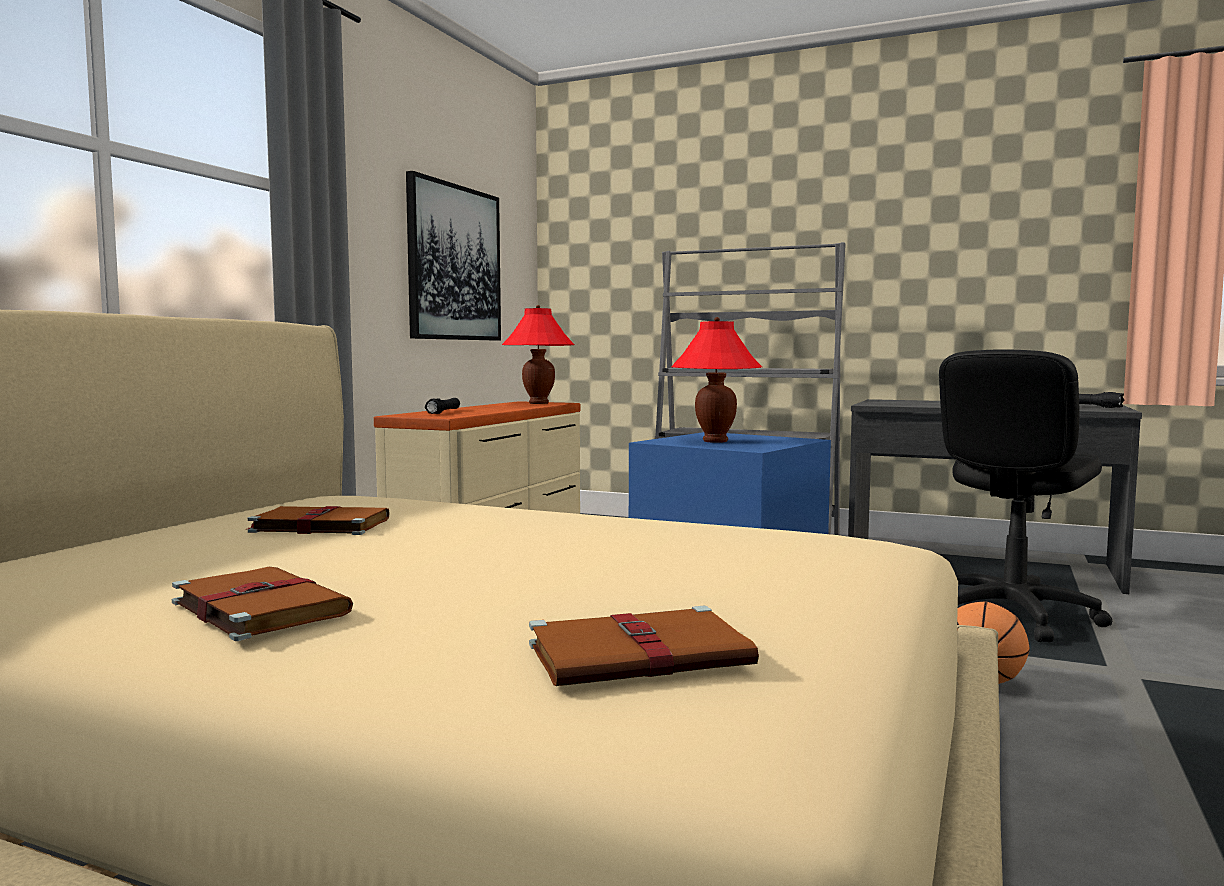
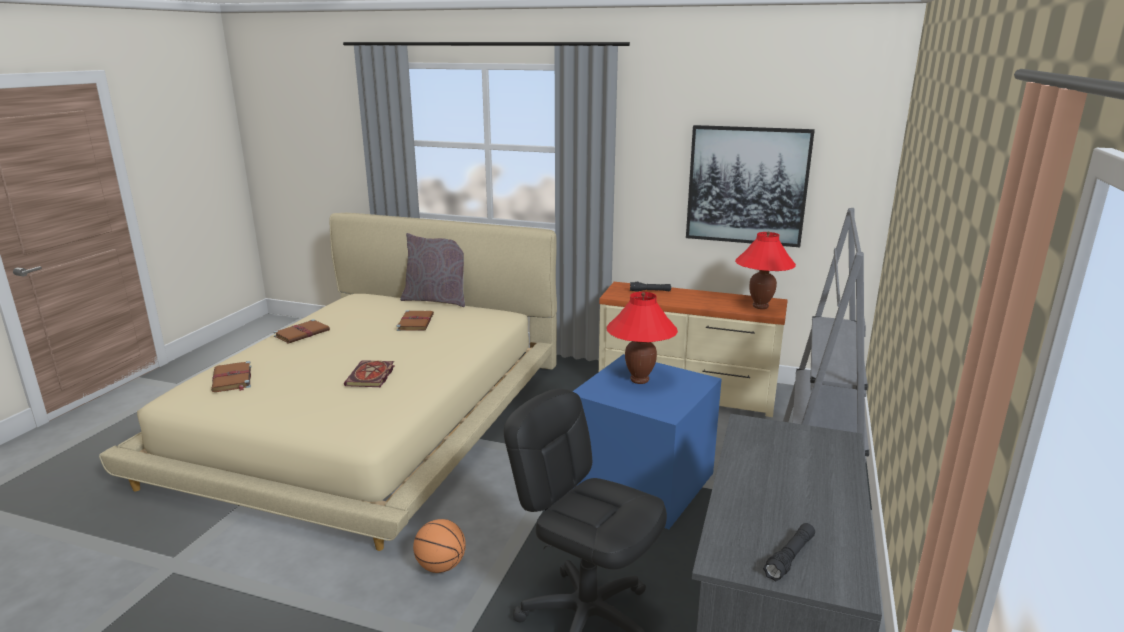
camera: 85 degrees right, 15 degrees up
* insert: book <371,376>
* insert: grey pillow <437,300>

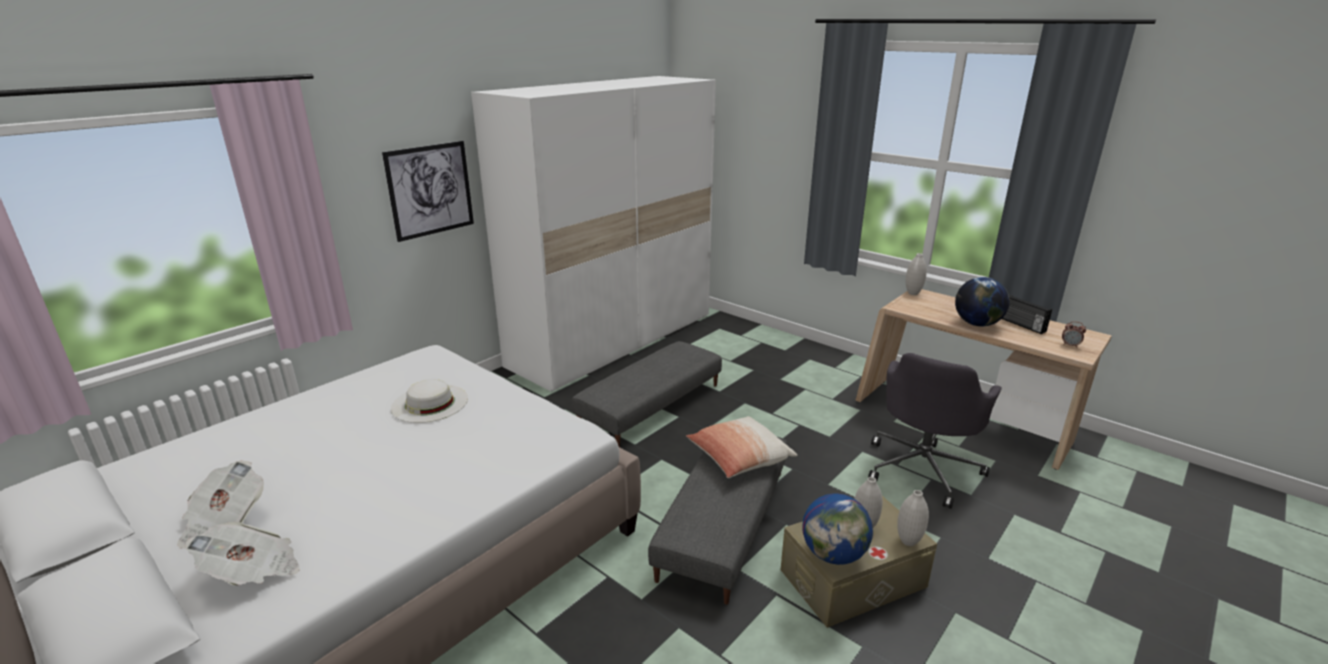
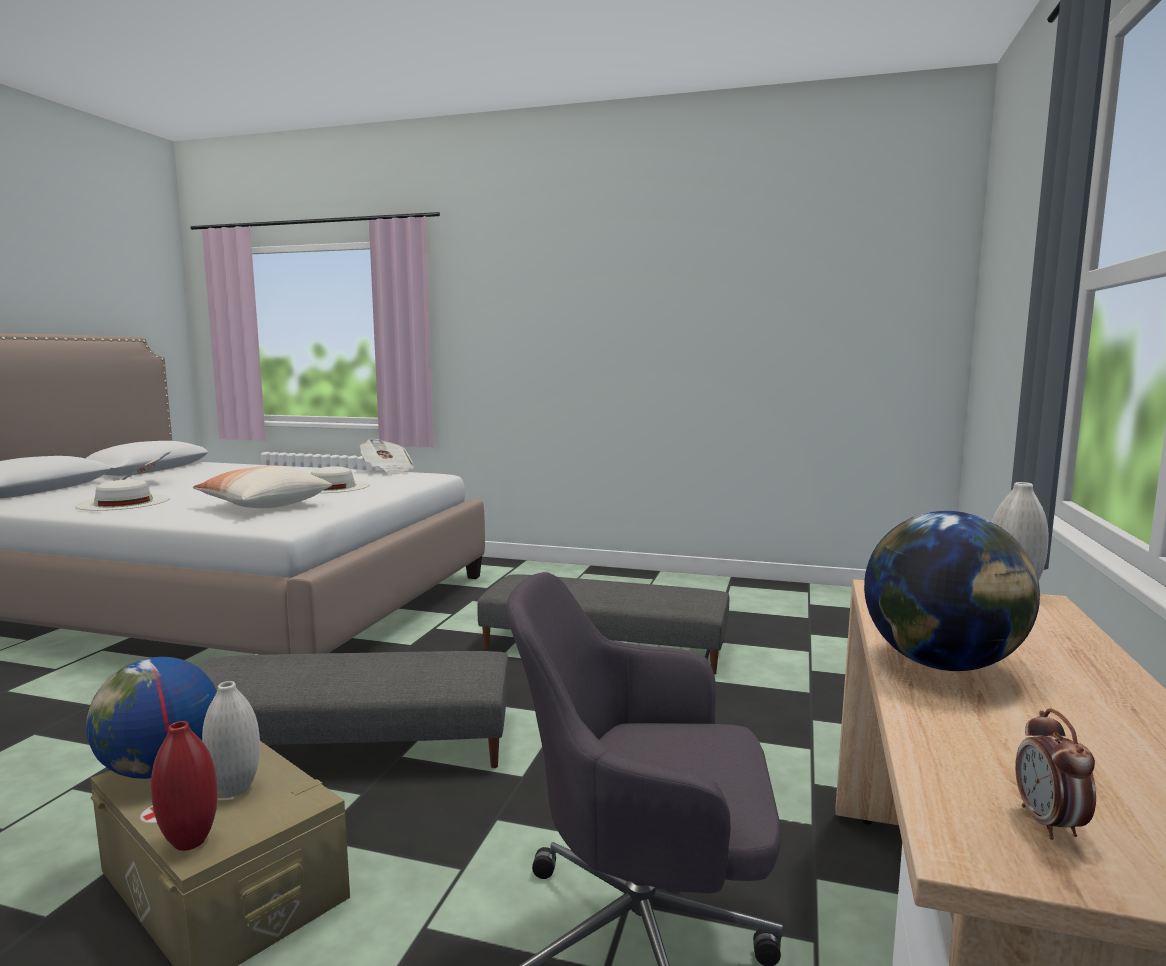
camera: 65 degrees right, 15 degrees down
* insert: white hat <123,502>
* recolor: white vase <908,541> to red vase <190,842>
* move: pillow <739,458> to <264,504>
* move: newspaper <253,572> to <387,471>
* delete: picture <430,190>
* delete: white wardrobe <614,340>
* delete: radio <1022,325>

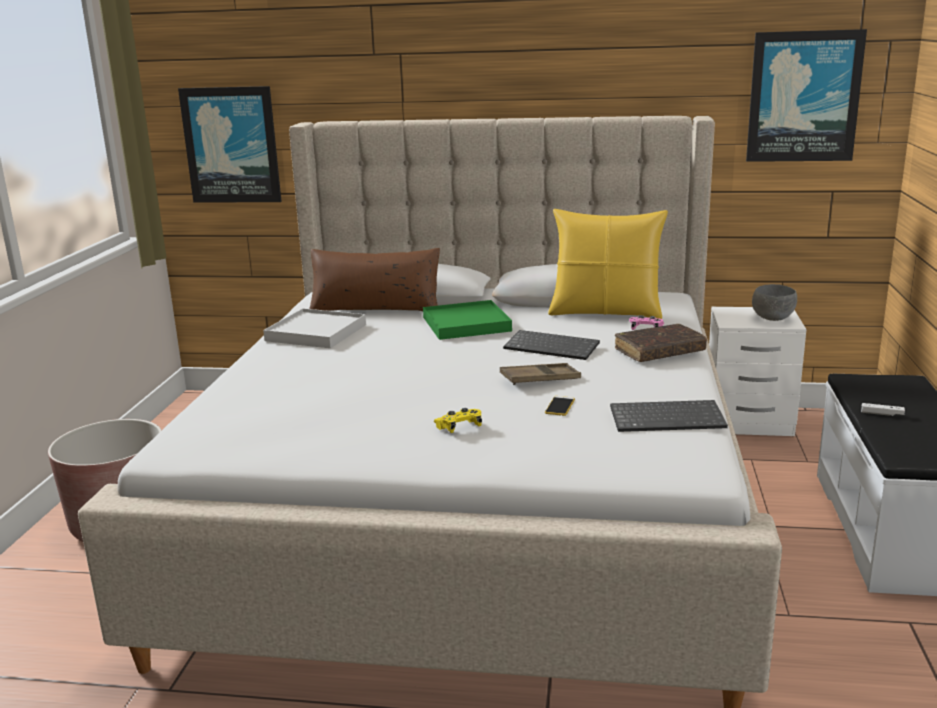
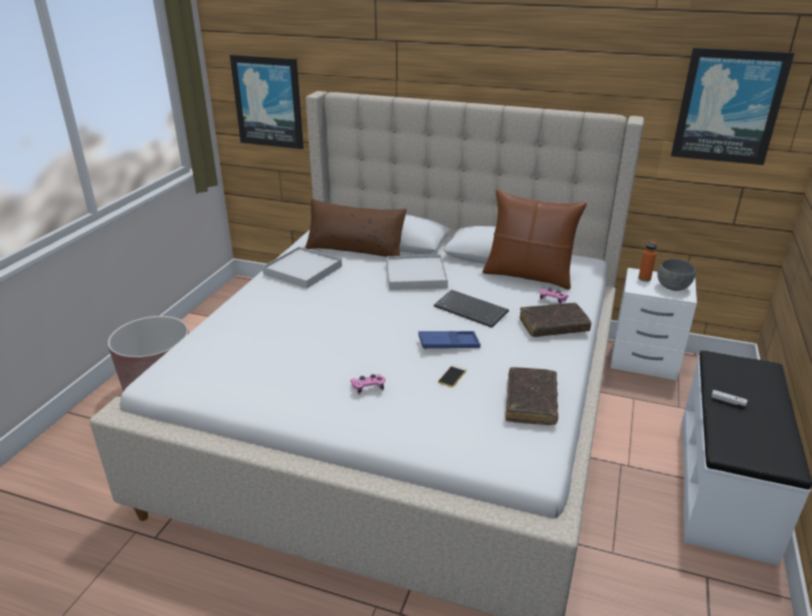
camera: 10 degrees right, 10 degrees up
* recolor: yellow game controller <459,428> to pink game controller <368,388>
* recolor: green tray <466,324> to white tray <416,275>
* recolor: brown tray <540,379> to blue tray <448,344>
* recolor: yellow pillow <605,312> to brown pillow <528,276>
* replace: keyboard <668,418> to brown book <531,402>
* insert: orange bottle <644,279>

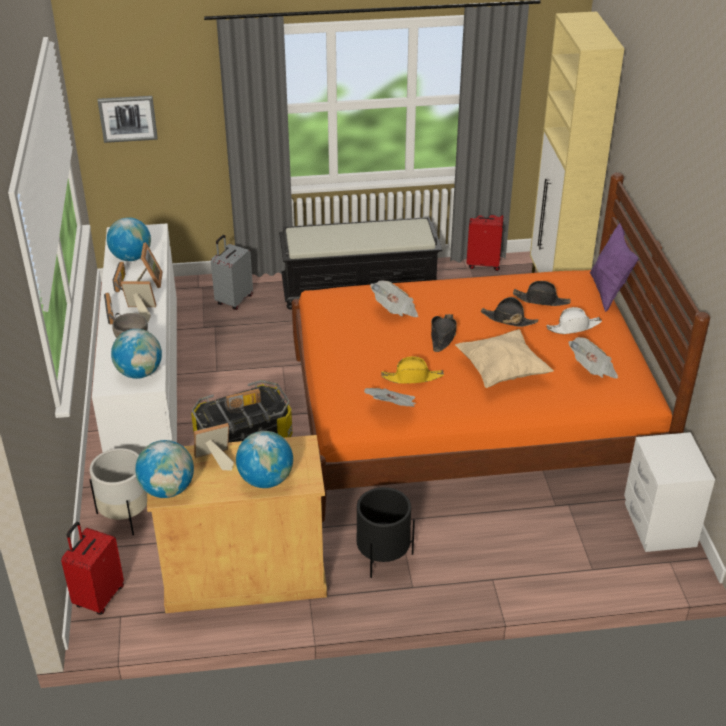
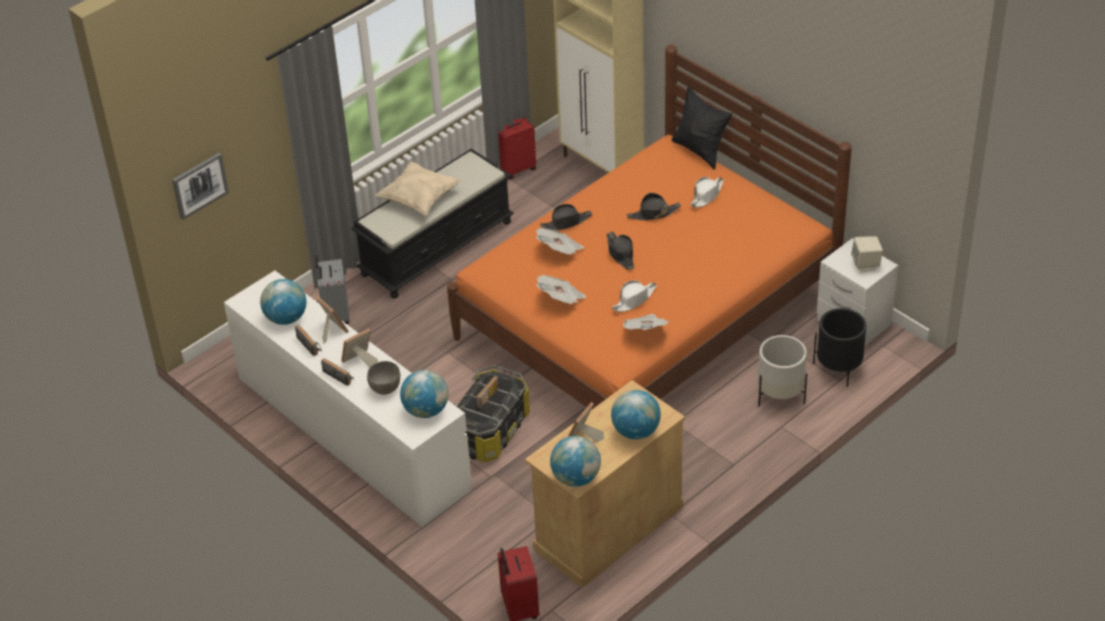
camera: 35 degrees left, 5 degrees up
* move: beige pillow <502,371> to <419,199>
* move: newspaper <592,370> to <561,299>
* move: black hat <541,300> to <566,222>
* recolor: yellow hat <412,377> to white hat <634,299>
* recolor: purple pillow <608,292> to black pillow <700,151>
* move: white planter <125,515> to <780,395>
* move: black planter <383,556> to <839,368>
* insert: beige speaker <866,265>

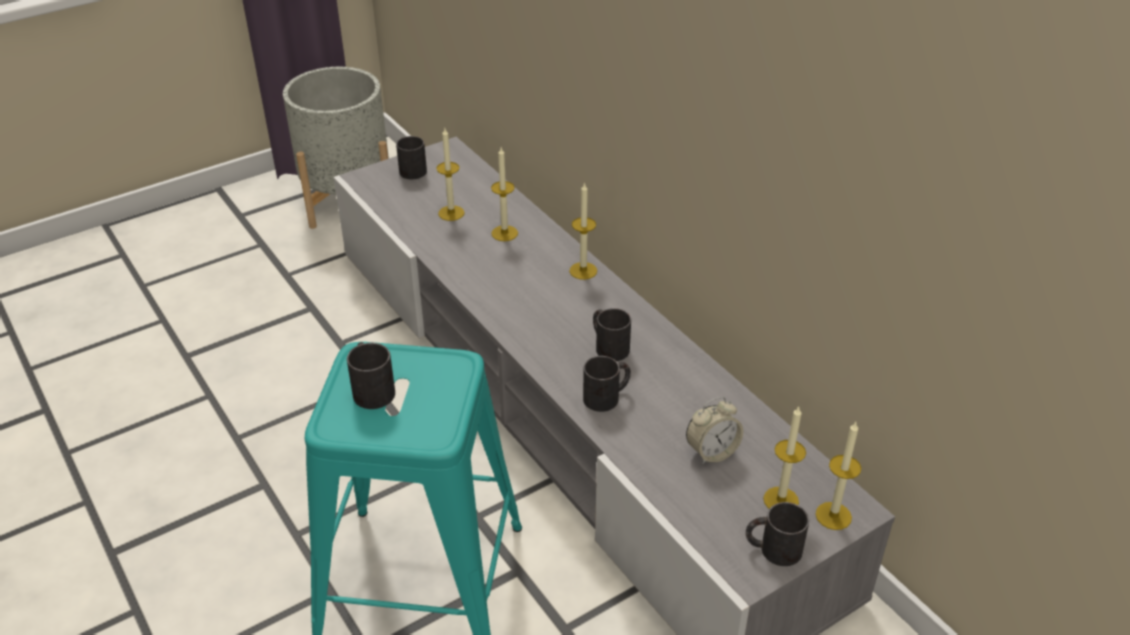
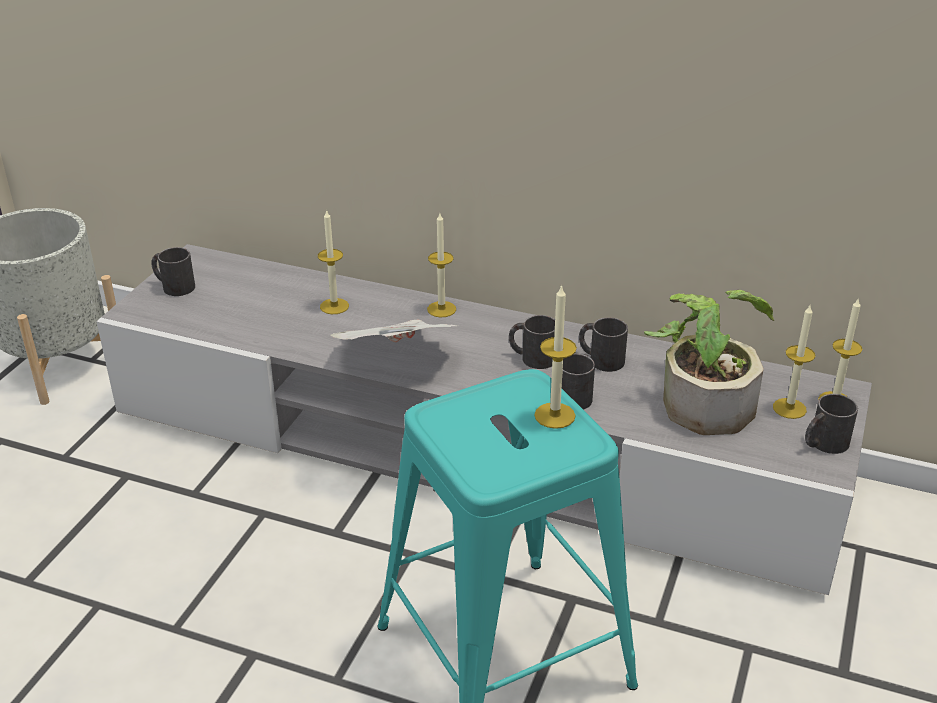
camera: 35 degrees left, 5 degrees down
* insert: newspaper <397,358>
* move: candle <451,213> to <554,415>
* move: black mug <371,388> to <600,359>
* replace: alarm clock <712,452> to potted plant <703,398>

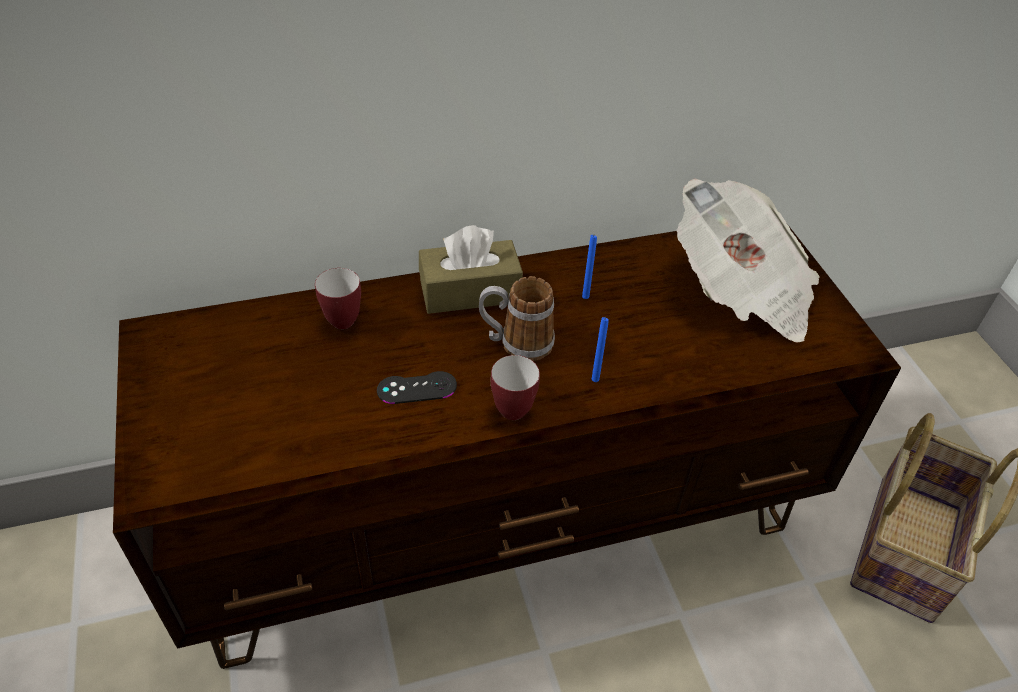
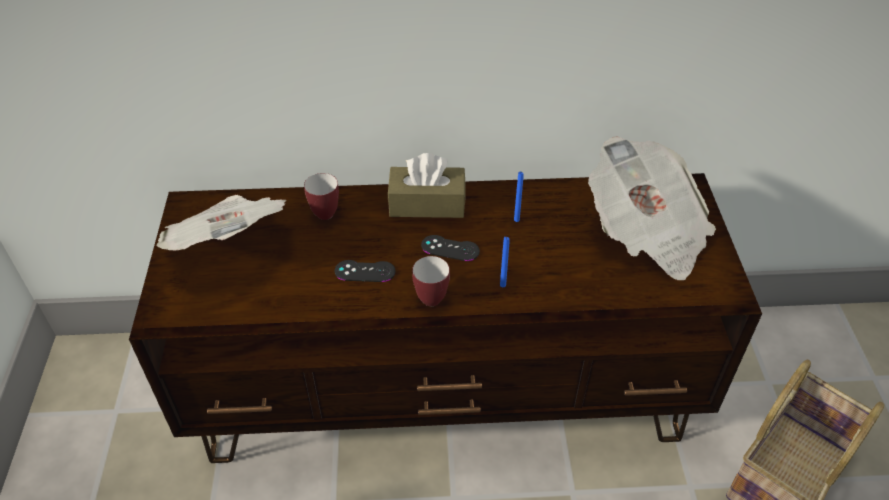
camera: 15 degrees right, 0 degrees up
* insert: newspaper <228,244>
* replace: mug <516,343> to black game controller <450,248>

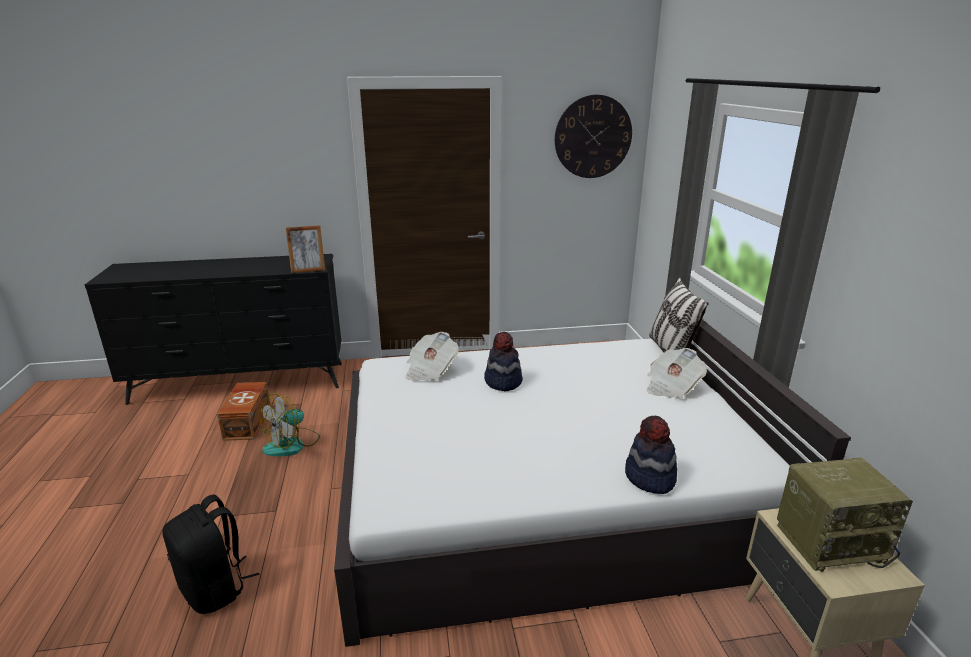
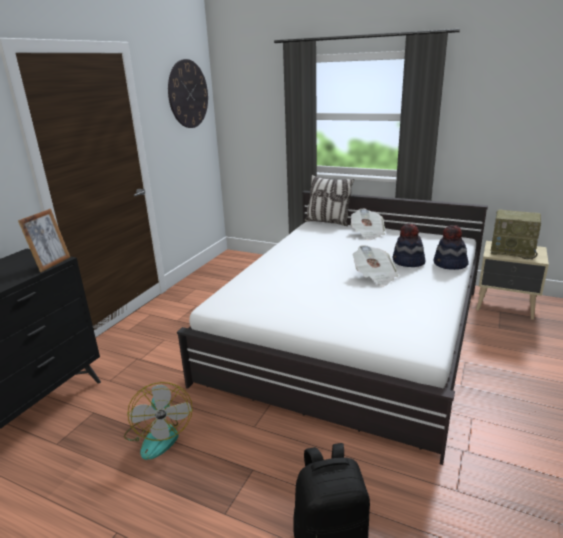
camera: 55 degrees left, 0 degrees up
* move: newspaper <430,370> to <374,276>
* move: hat <503,381> to <408,262>
* rotate: radio <831,541> = <513,251> 90 degrees clockwise
* delete: brown storage box <249,422>

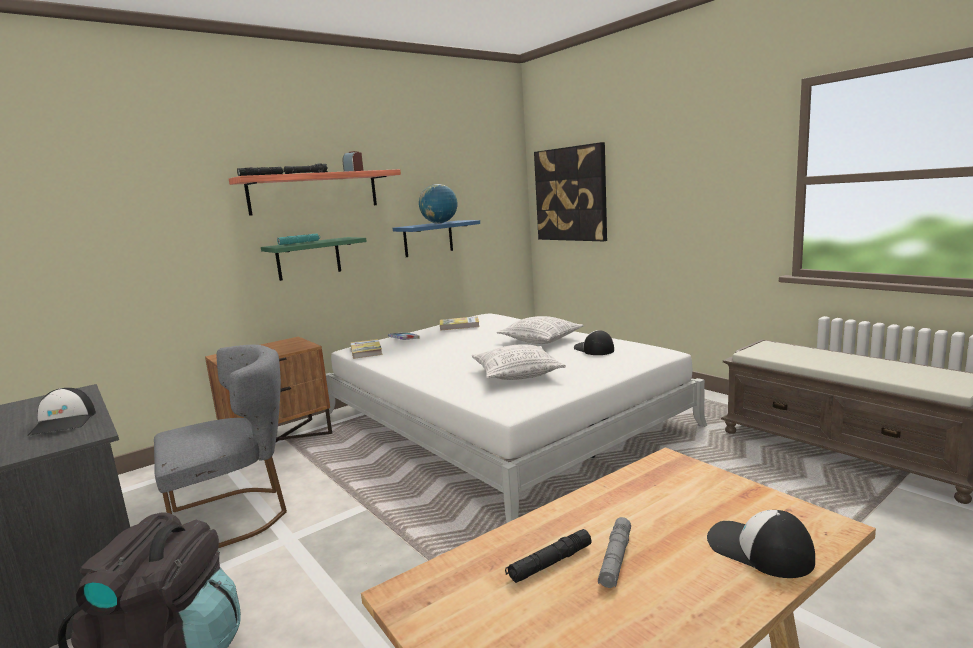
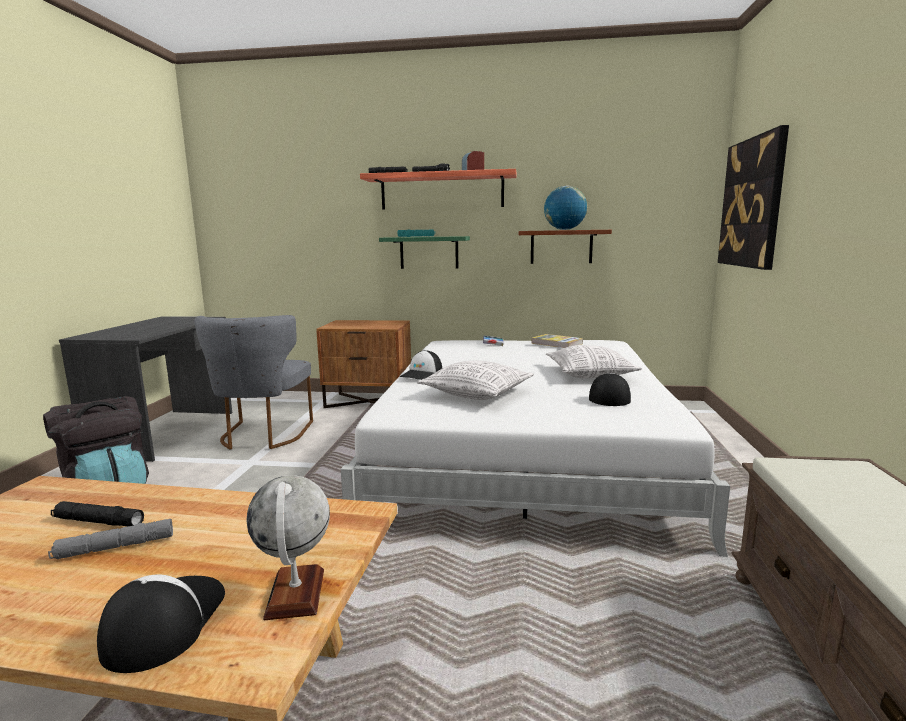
camera: 45 degrees right, 0 degrees up
* rotate: grey chair <236,515> = <262,436> 75 degrees clockwise
* insert: globe <296,593>
* move: cap <64,423> to <422,374>
* recolor: blue shelf <428,238> to brown shelf <561,247>
* delete: book <366,351>

